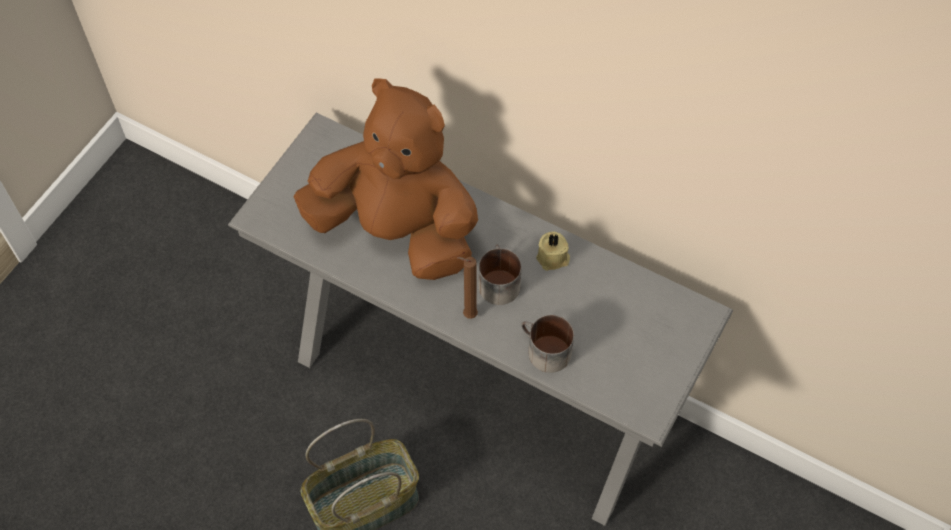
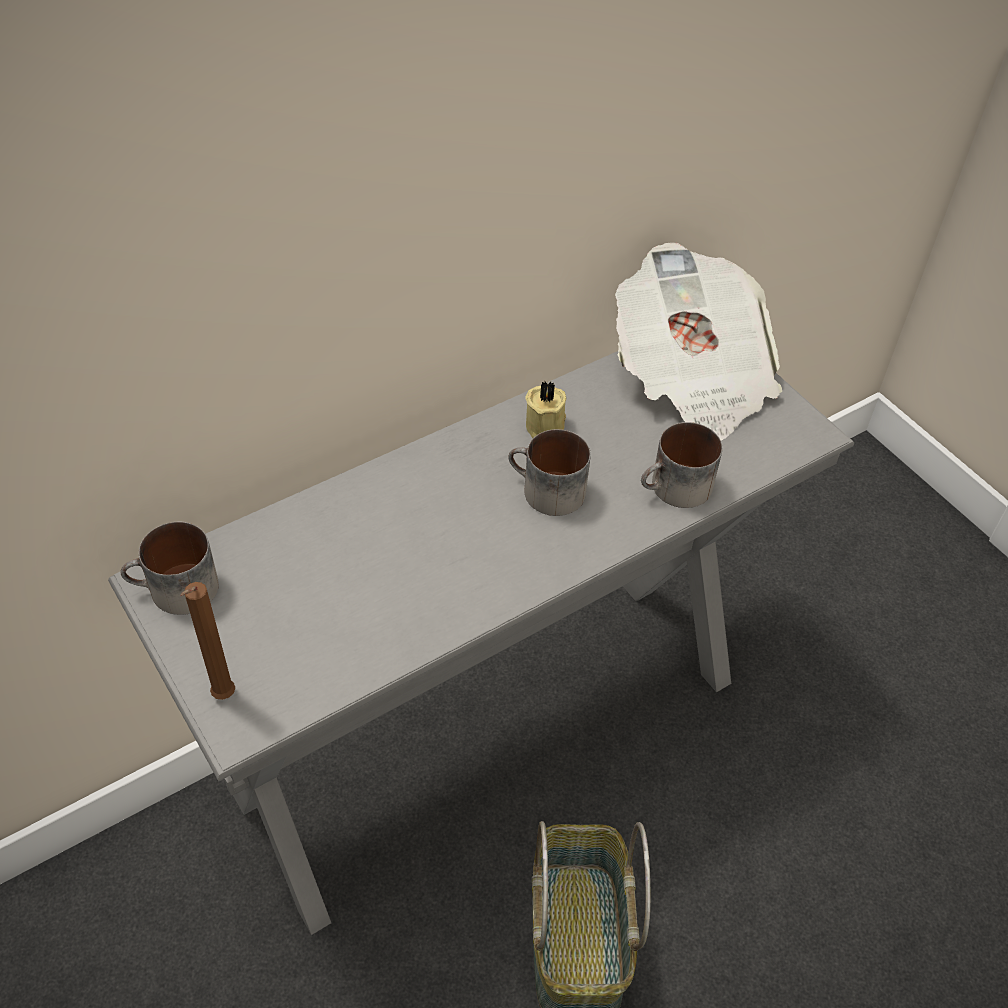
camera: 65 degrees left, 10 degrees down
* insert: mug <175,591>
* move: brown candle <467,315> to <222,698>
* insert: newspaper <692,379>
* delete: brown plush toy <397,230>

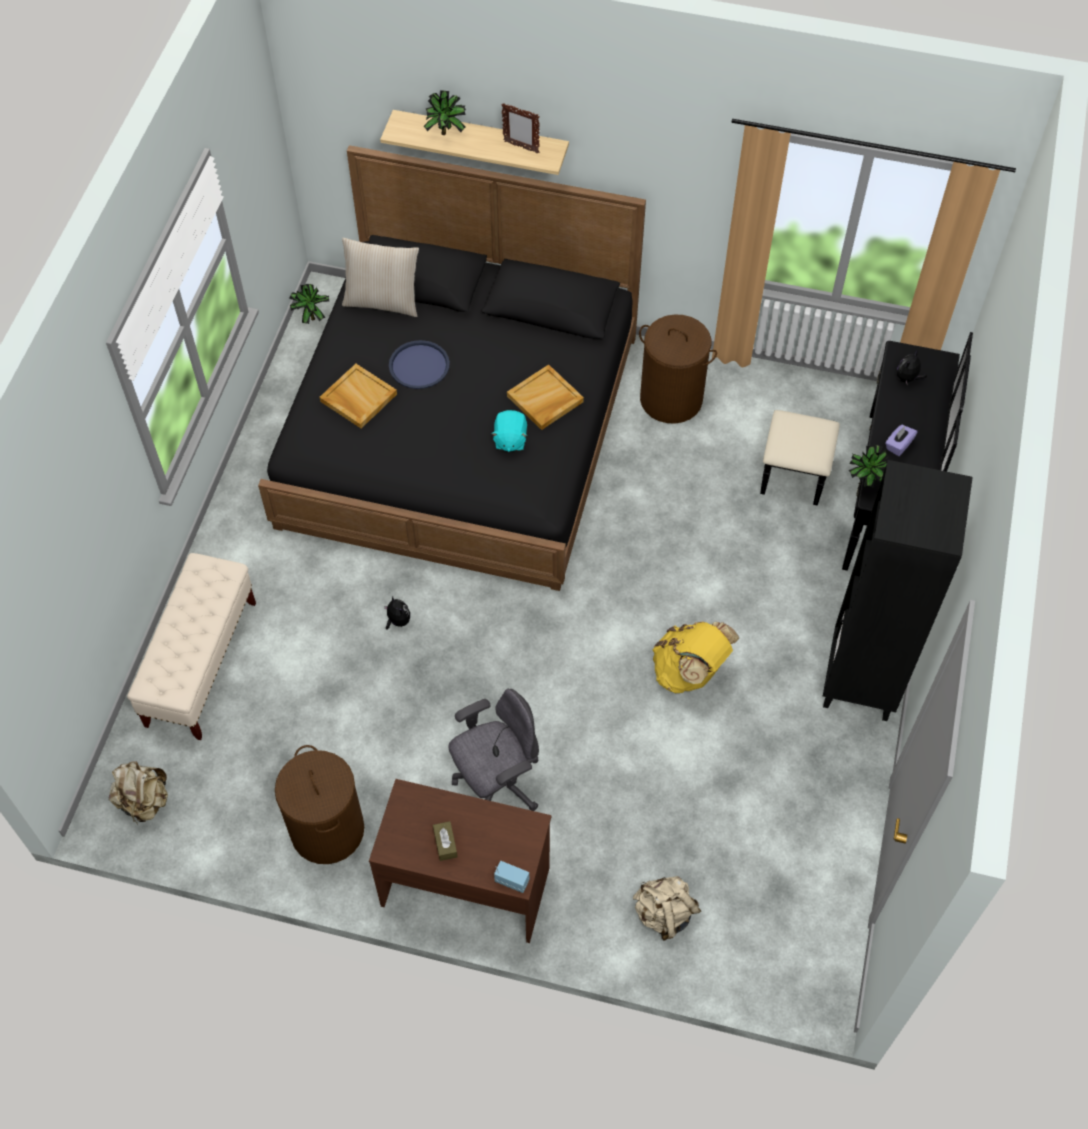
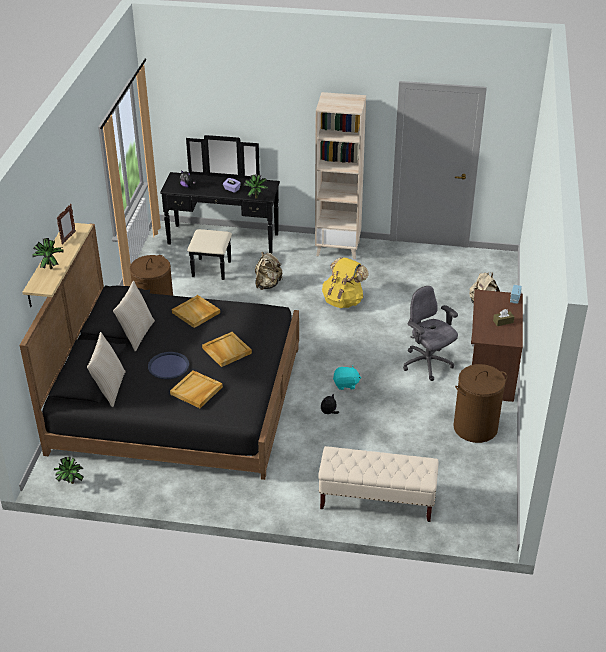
camera: 95 degrees left, 20 degrees down
* insert: beige pillow <136,334>
* insert: beige tray <226,350>
* move: beige backpack <144,801> to <268,284>
* recolor: black bookcase <861,681> to beige bookcase <338,248>
* move: turquoise plush toy <510,439> to <346,384>

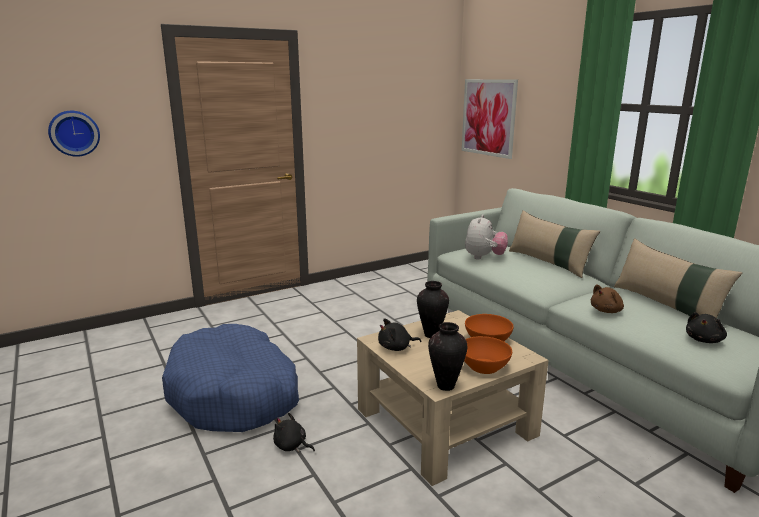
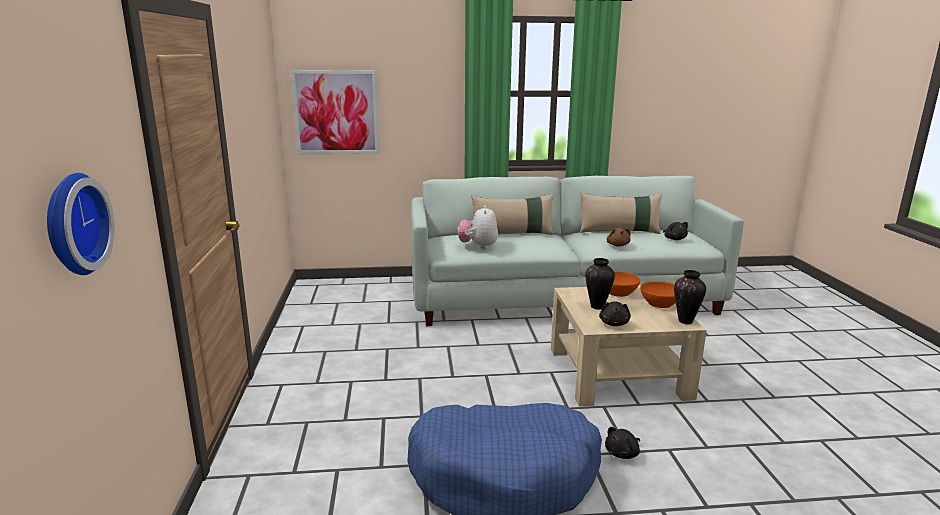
camera: 65 degrees left, 0 degrees up
* rotate: plush toy <484,257> = <478,246> 135 degrees counterclockwise

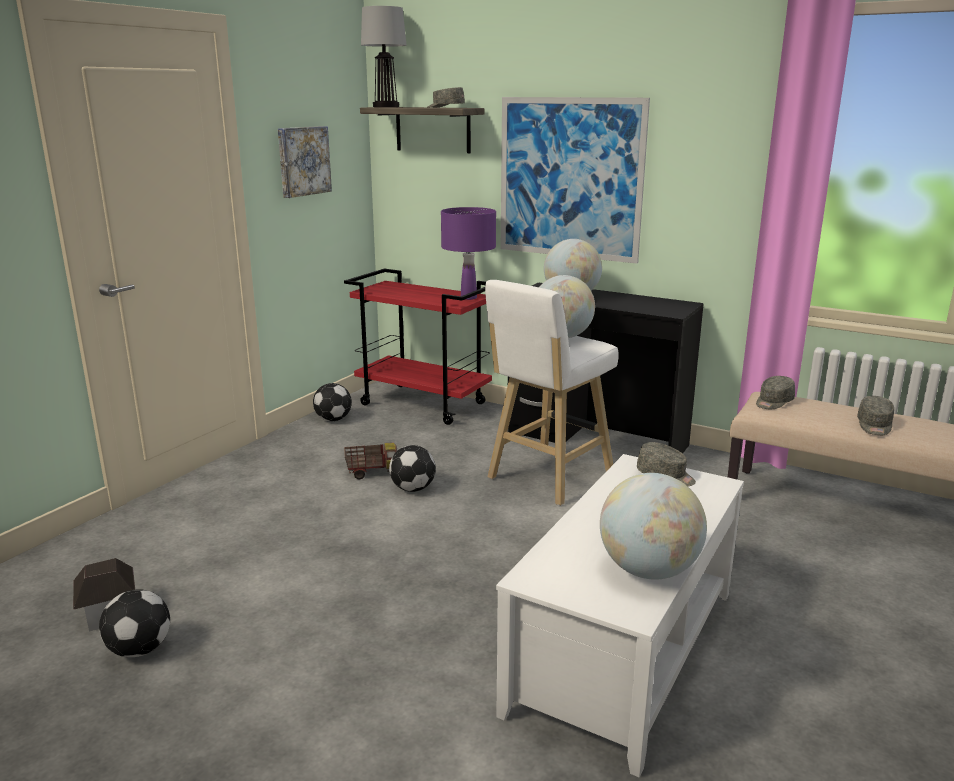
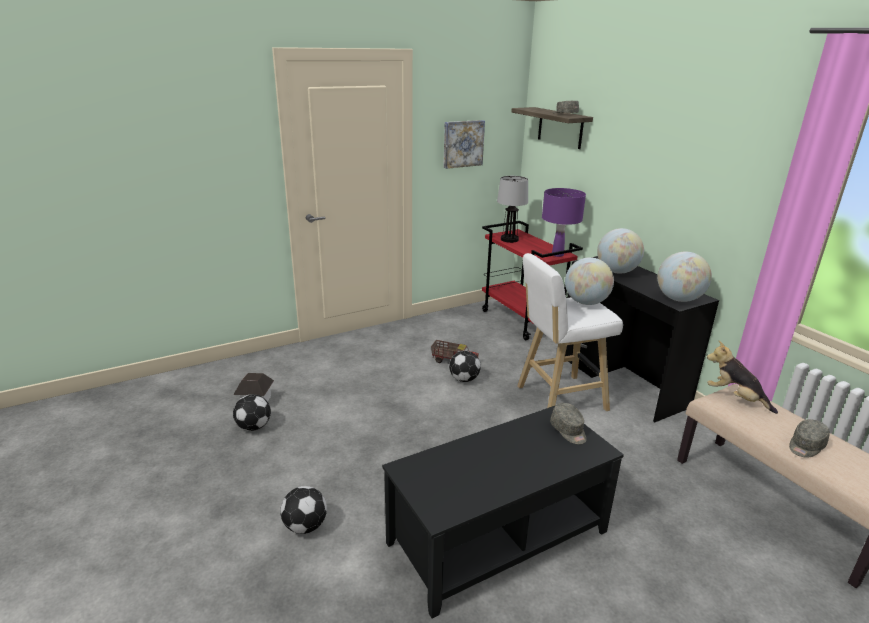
camera: 30 degrees right, 5 degrees up
* move: football <333,419> to <305,526>
* recolor: white coffee table <624,649> to black coffee table <498,537>
* move: table lamp <385,107> to <509,239>
* move: globe <648,570> to <678,299>
* replace: grey cap <773,402> to plush toy <735,398>
* delete: picture <570,179>

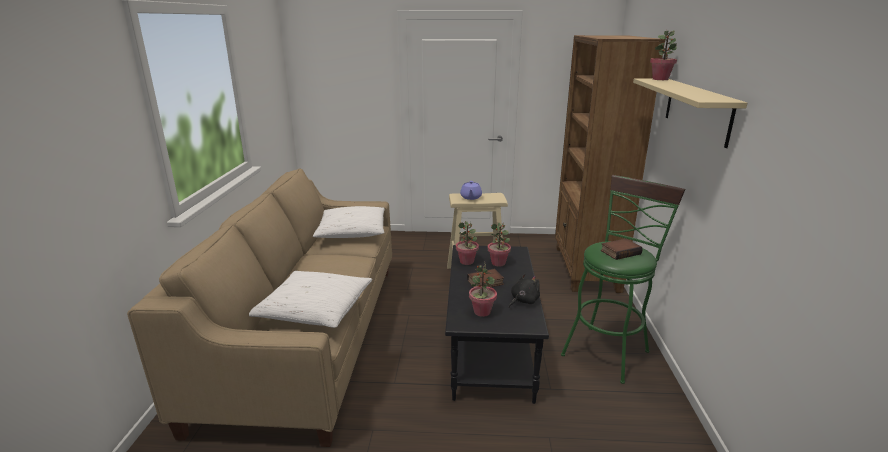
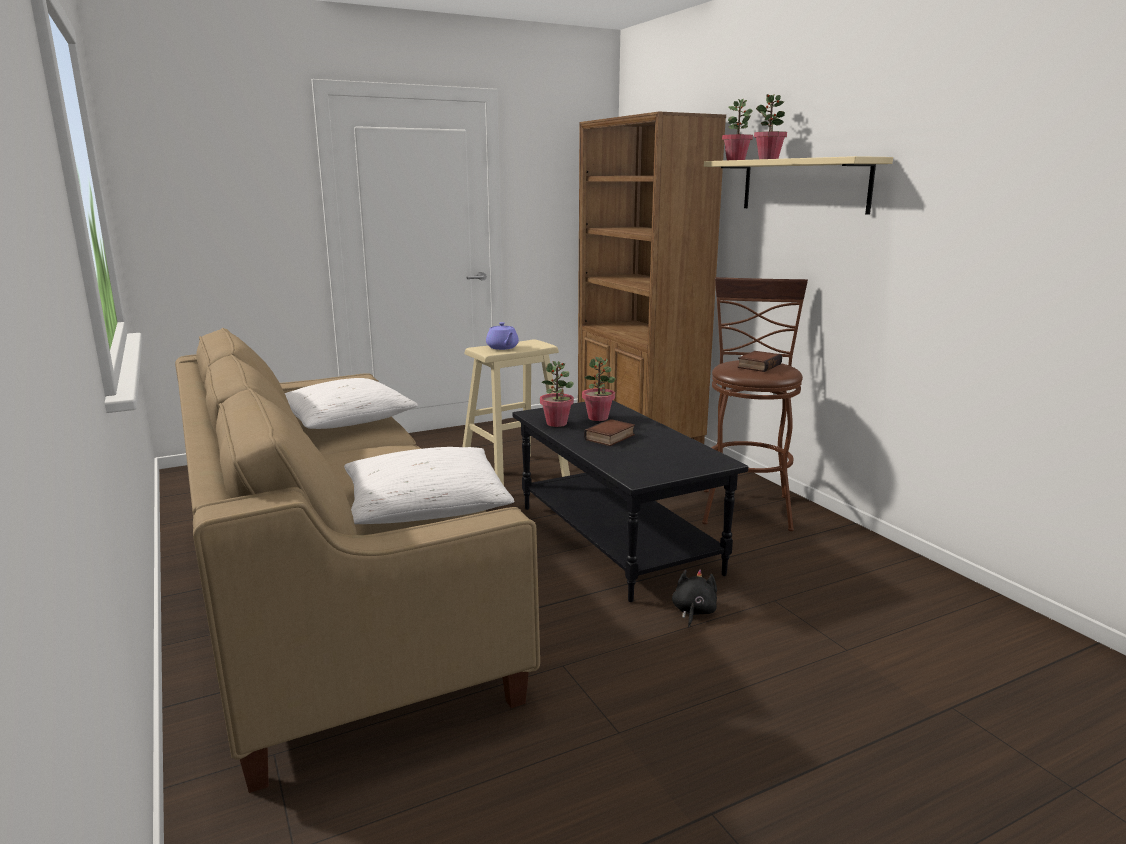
camera: 30 degrees left, 5 degrees down
* move: black plush toy <523,301> to <693,612>
* recolor: green stool <608,349> to brown stool <745,505>
* move: potted plant <482,312> to <768,159>

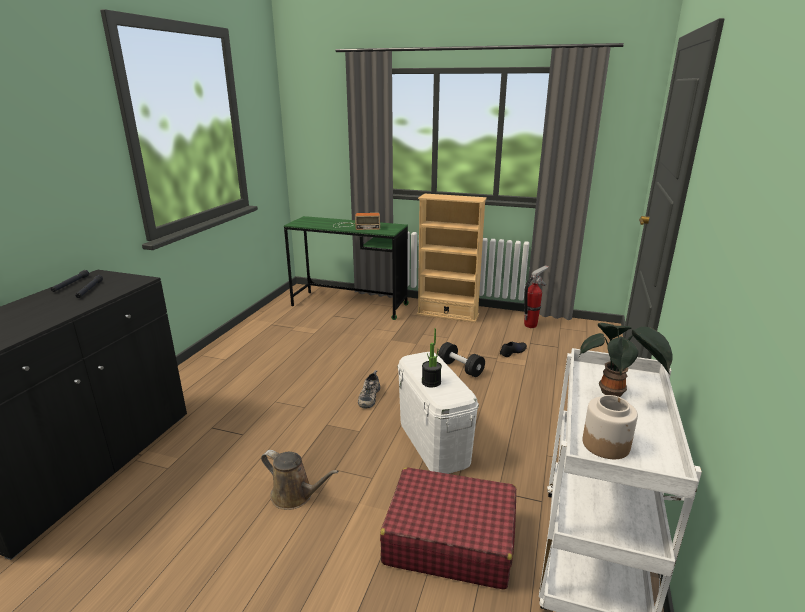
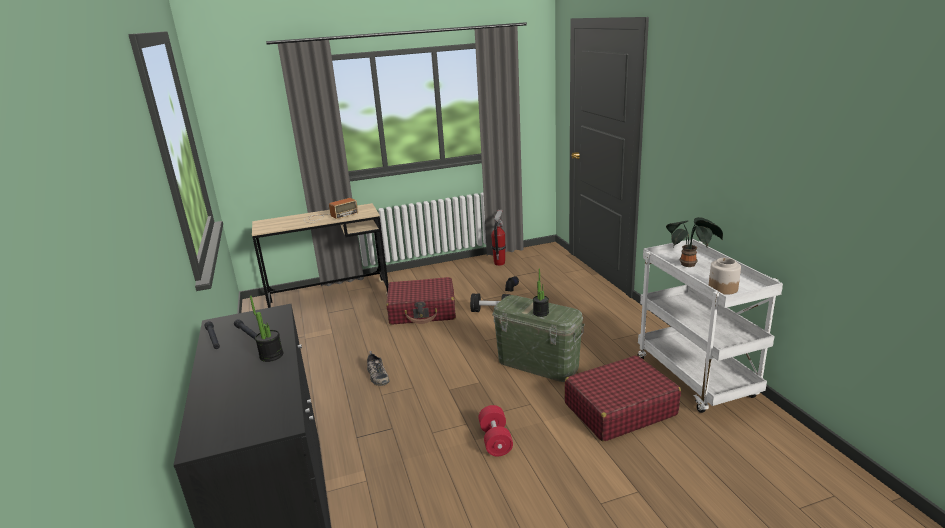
camera: 35 degrees left, 0 degrees up
* insert: potted plant <271,355>
* recolor: green desk <349,305> to beige desk <330,299>
* move: shoe <368,396> to <376,375>
* insert: red suitcase <422,311>
* replace: brown watering can <295,495> to red dumbbell <495,440>
* recolor: white storage box <433,441> to green storage box <537,364>
* delete: beige bookcase <448,314>

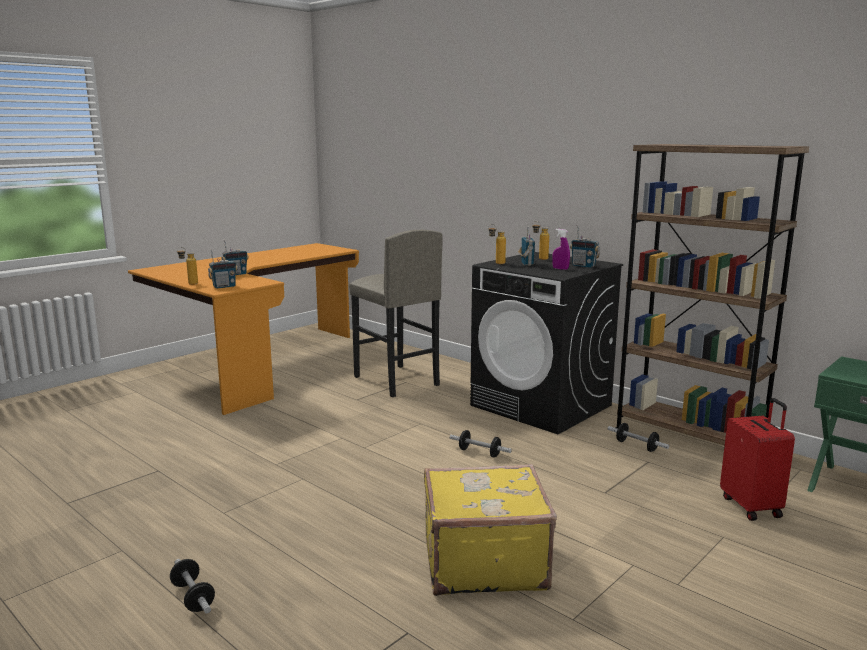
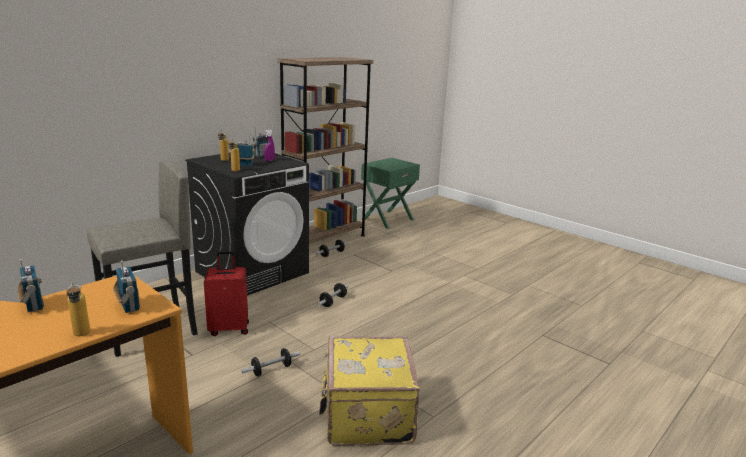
camera: 90 degrees left, 5 degrees up
* move: red suitcase <752,506> to <229,328>
* move: dumbbell <193,597> to <271,370>
* move: yellow suitcase <483,562> to <366,415>

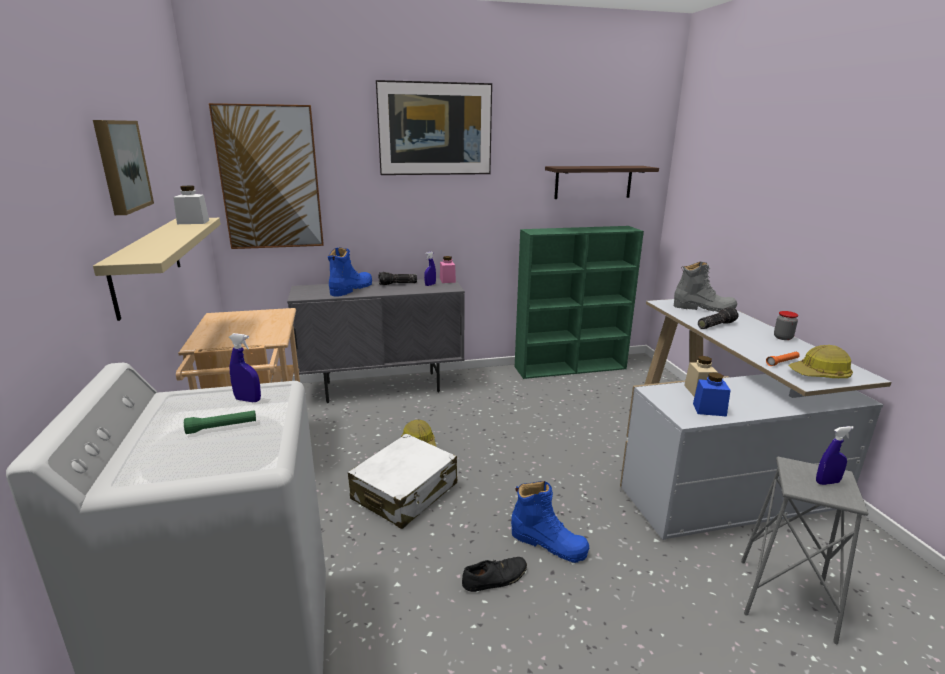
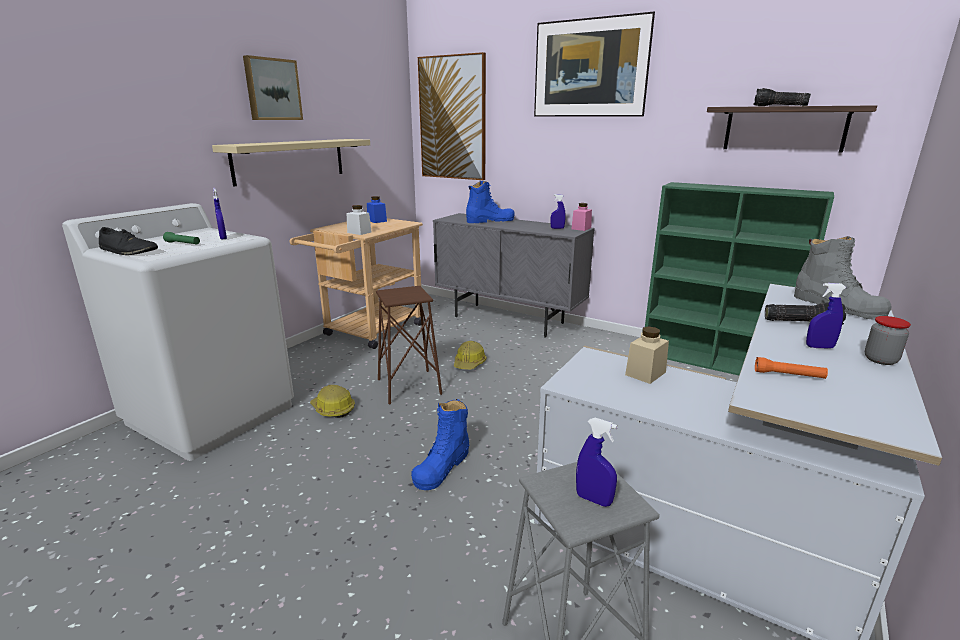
camera: 45 degrees right, 0 degrees up
* move: black shoe <495,578> to <129,251>
* move: hard hat <820,374> to <333,409>
* move: white jar <193,222> to <359,232>
* move: blue jar <709,410> to <377,221>
* replace: white suitcase <405,492> to brown stool <409,386>
* rotate: blue boot <548,543> = <442,467> 45 degrees clockwise
* move: flashlight <397,284> to <779,106>
* insert: blue spray bottle <819,347>

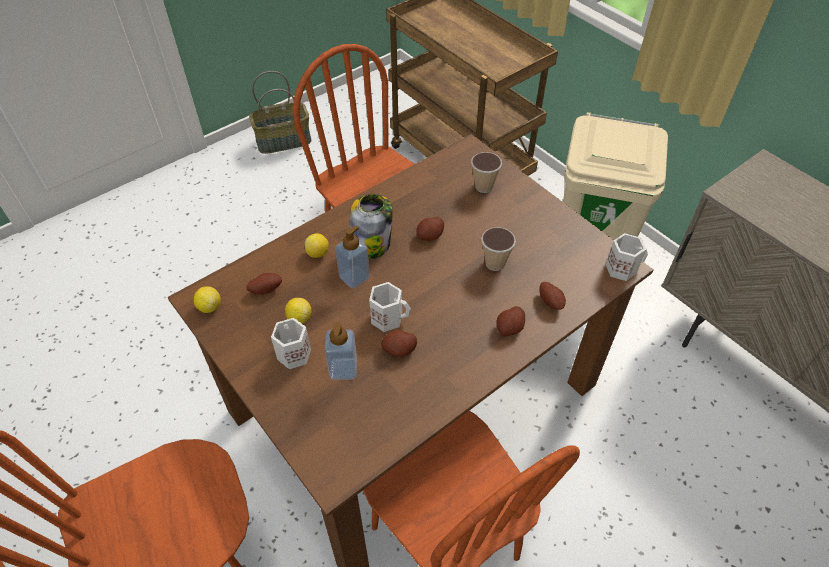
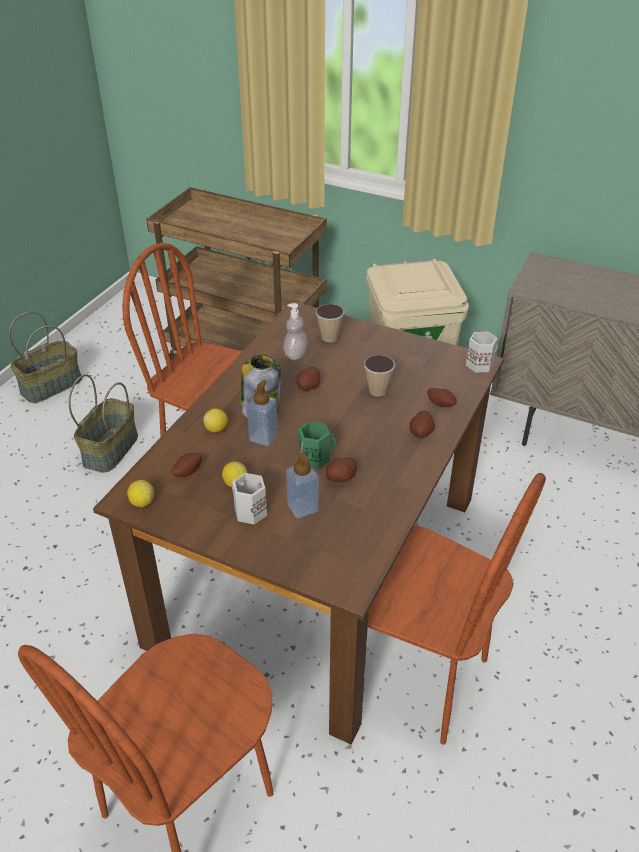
camera: 25 degrees left, 10 degrees down
* insert: basket <110,449>
* insert: soap dispenser <295,354>
* recolor: white mug <388,317> to green mug <315,457>

